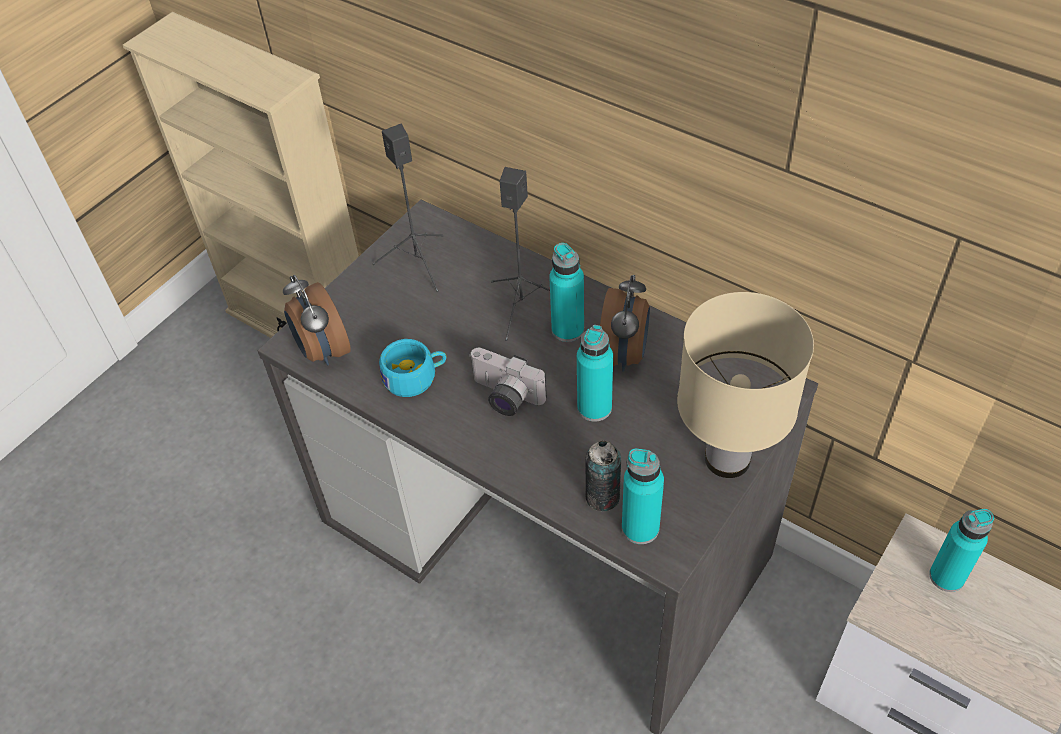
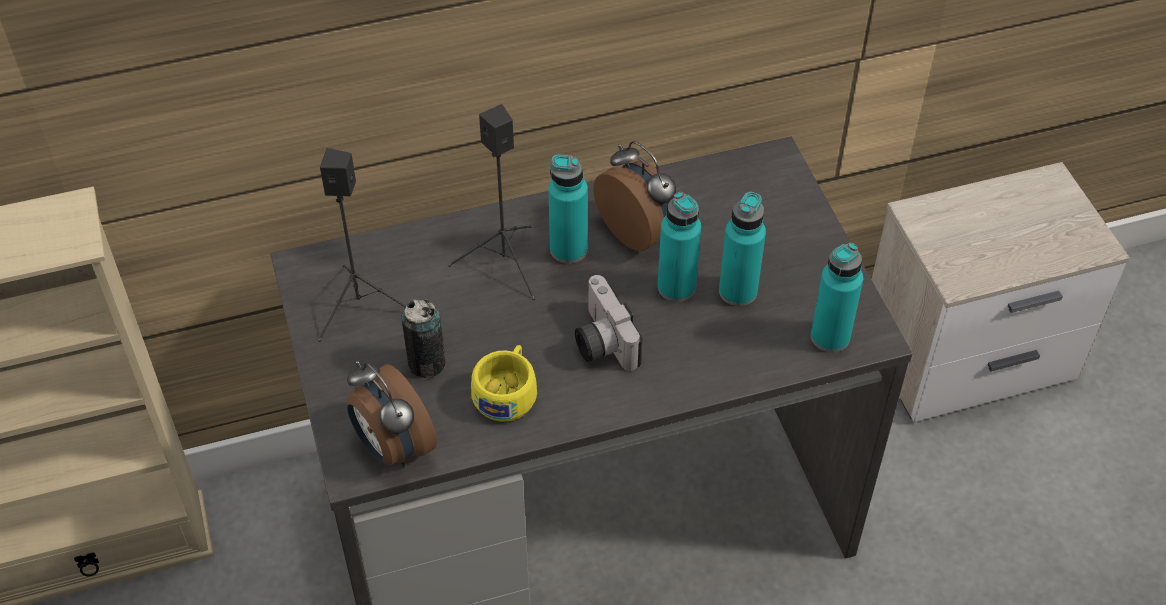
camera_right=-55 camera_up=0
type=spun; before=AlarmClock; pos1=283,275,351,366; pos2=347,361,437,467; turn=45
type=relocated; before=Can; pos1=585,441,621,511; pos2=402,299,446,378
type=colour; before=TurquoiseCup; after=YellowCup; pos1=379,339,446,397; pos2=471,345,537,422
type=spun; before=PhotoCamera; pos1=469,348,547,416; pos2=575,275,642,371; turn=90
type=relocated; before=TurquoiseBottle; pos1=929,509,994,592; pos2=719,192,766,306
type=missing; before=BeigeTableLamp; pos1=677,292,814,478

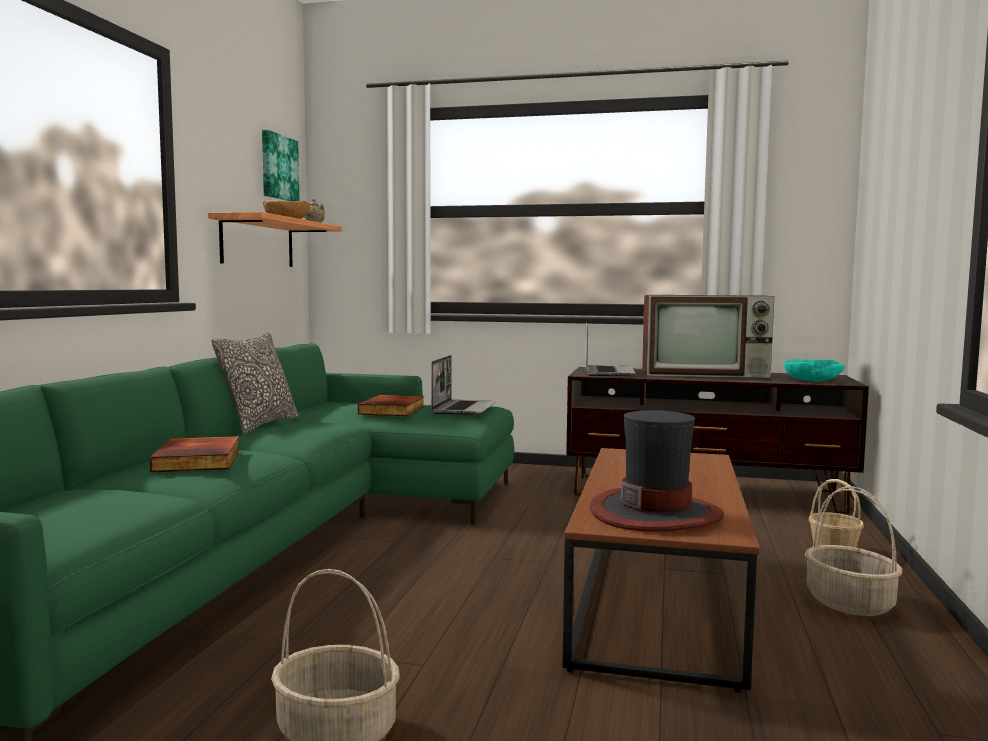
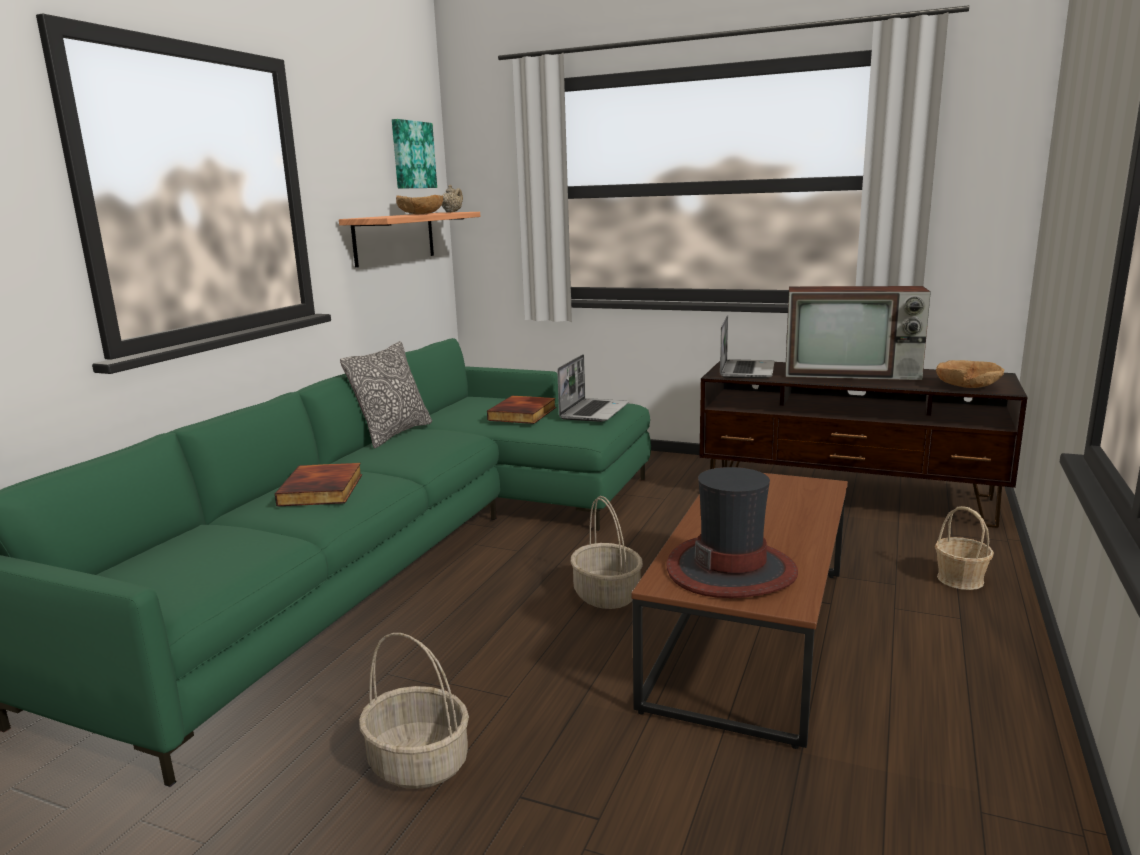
camera_right=10 camera_up=10
type=relocated; before=Basket; pos1=805,486,902,616; pos2=571,496,643,609
type=colour; before=TurquoiseBowl; after=BrownBowl; pos1=784,359,845,382; pos2=936,360,1004,388

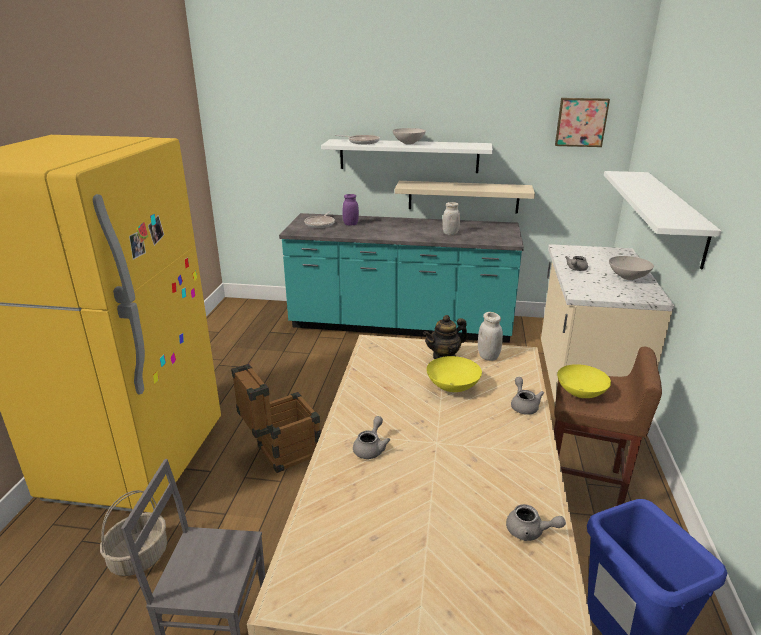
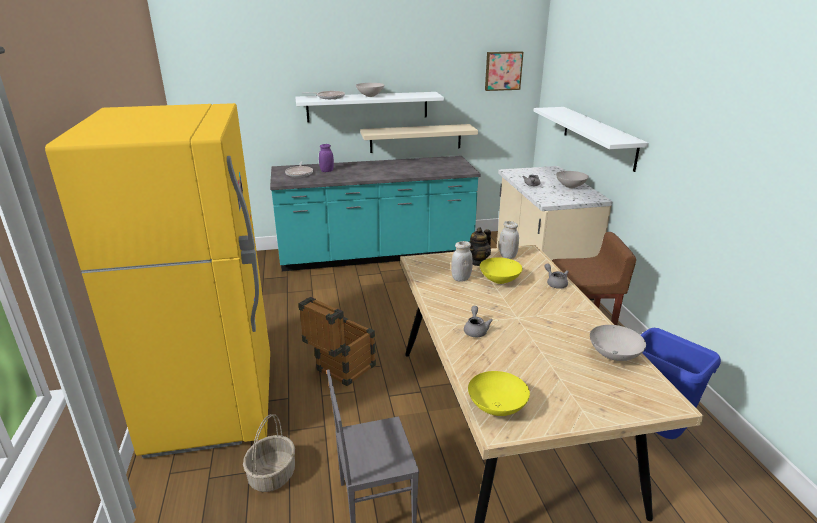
camera_right=-20 camera_up=0
type=relocated; before=WhiteJar; pos1=443,202,460,235; pos2=451,241,473,282
type=relocated; before=YellowBowl; pos1=557,364,611,398; pos2=468,371,530,416
type=exchanged; before=GreyTeapot; after=WhiteBowl; pos1=506,504,566,541; pos2=590,325,646,361

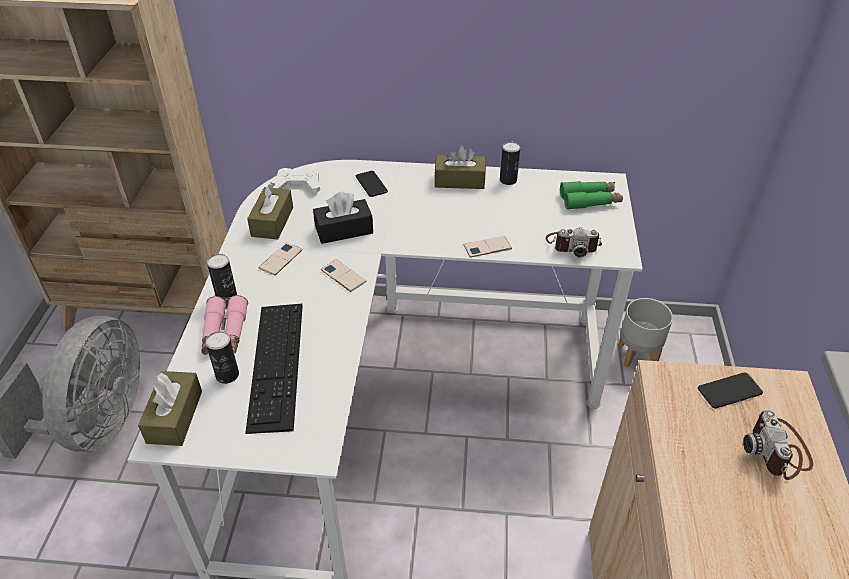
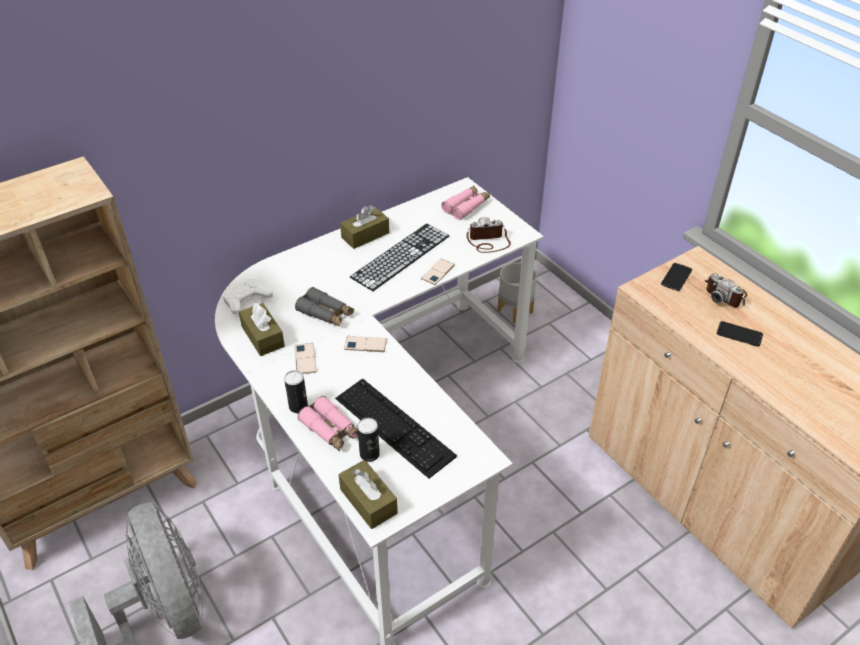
camera_right=-40 camera_up=0
type=exchanged; before=BlackTissueBox; after=GreyBinoculars; pos1=313,192,373,244; pos2=295,287,354,326
type=appeared; after=Keyboard; pos2=350,224,450,291
type=colour; before=GreenBinoculars; after=PinkBinoculars; pos1=560,181,623,210; pos2=441,186,490,220
type=spun; before=PhotoCamera; pos1=546,227,602,257; pos2=466,217,511,253; turn=-150
type=relocated; before=Phone; pos1=356,171,388,197; pos2=717,321,763,347
type=missing; before=Can; pos1=500,142,520,185

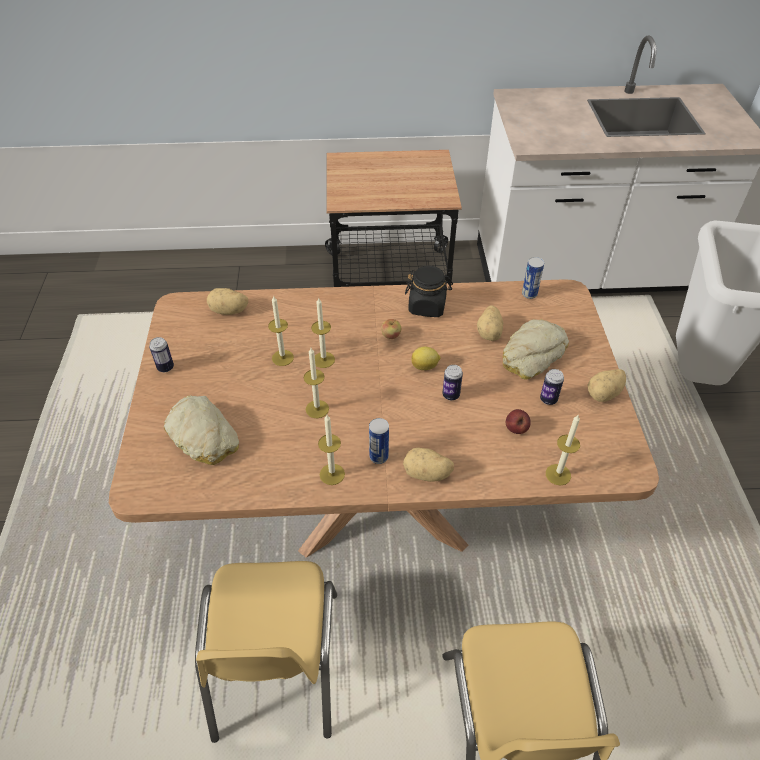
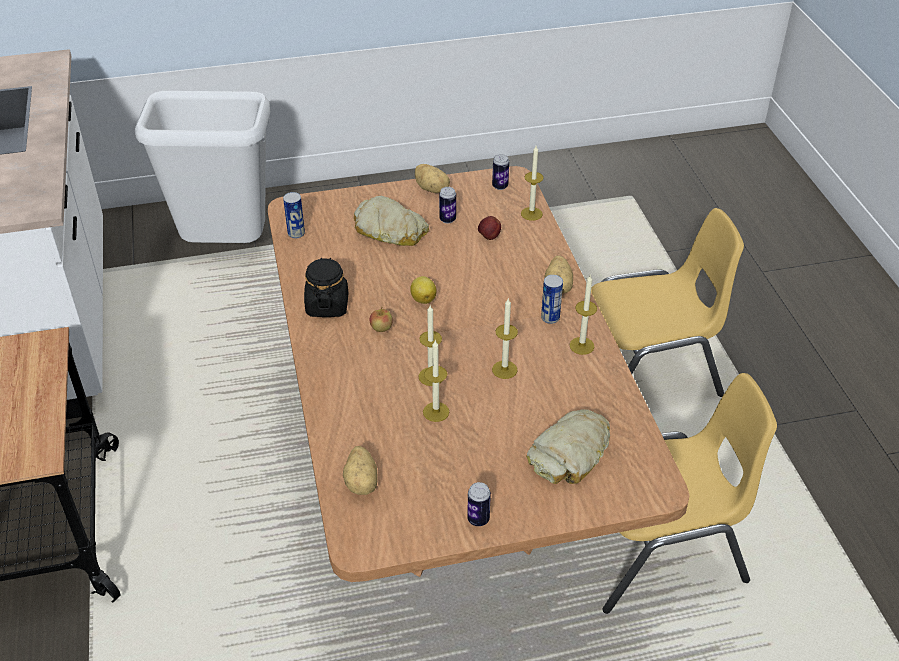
camera_right=-100 camera_up=-5
type=relocated; before=Can; pos1=442,365,463,400; pos2=492,154,509,190
type=missing; before=Potato; pos1=477,306,503,341

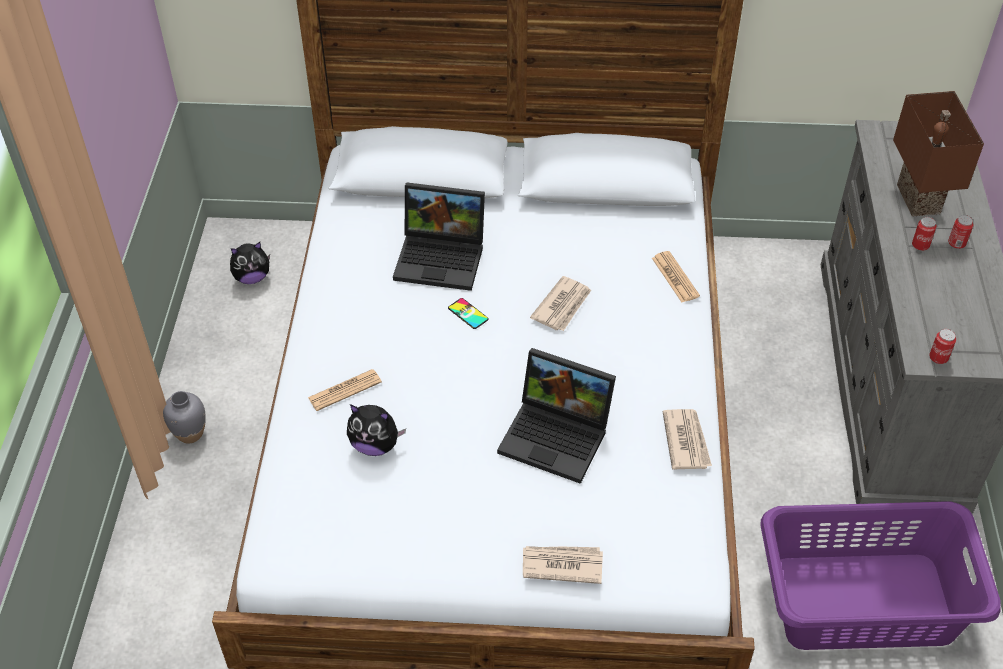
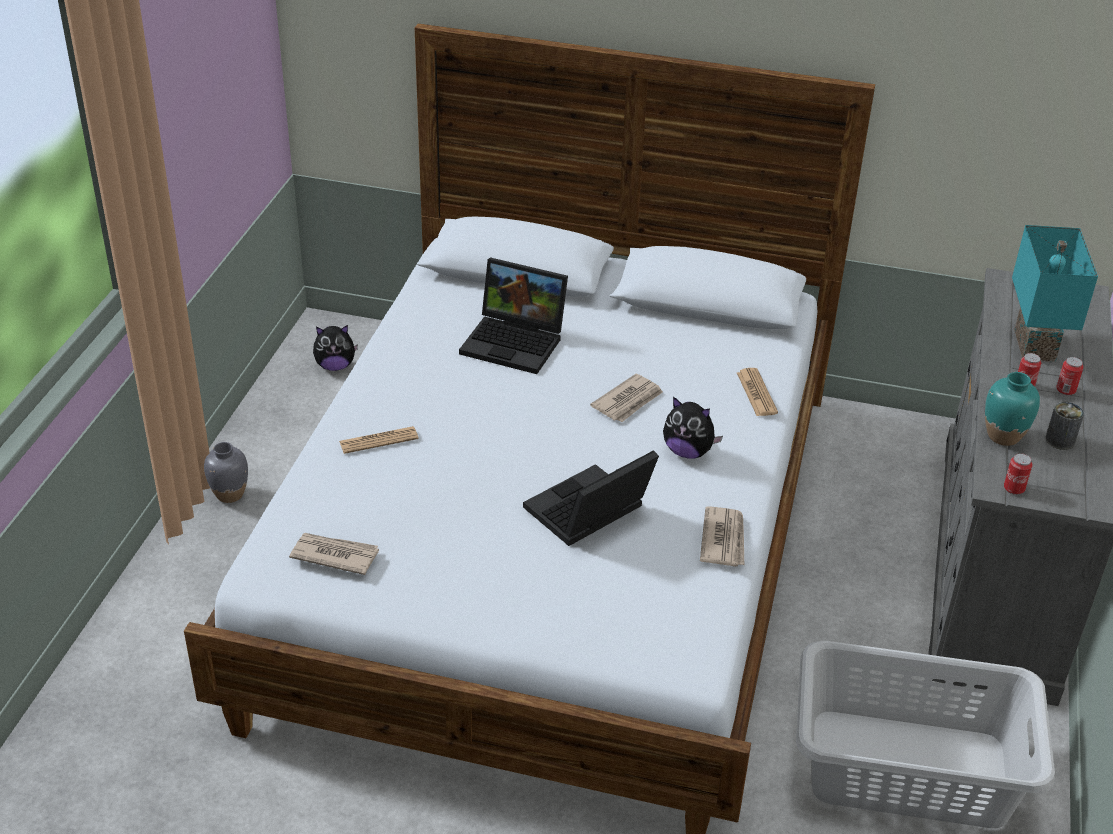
camera_right=10 camera_up=-10
type=relocated; before=Newspaper; pos1=523,546,603,584; pos2=289,533,379,575
type=spun; before=Laptop; pos1=497,348,616,484; pos2=523,450,659,546; turn=105
type=relocated; before=PlushToy; pos1=347,404,406,456; pos2=663,397,723,458
type=colour; before=PurpleLaundryBasket; after=GreyLaundryBasket; pos1=760,501,1001,650; pos2=796,640,1055,828
type=appeared; after=TurquoiseVase; pos2=985,372,1040,446
type=colour; before=BrownTableLamp; after=TurquoiseTableLamp; pos1=893,91,984,216; pos2=1012,225,1098,362
type=appeared; after=Can; pos2=1046,402,1084,450
type=missing; before=Phone; pos1=448,298,489,329

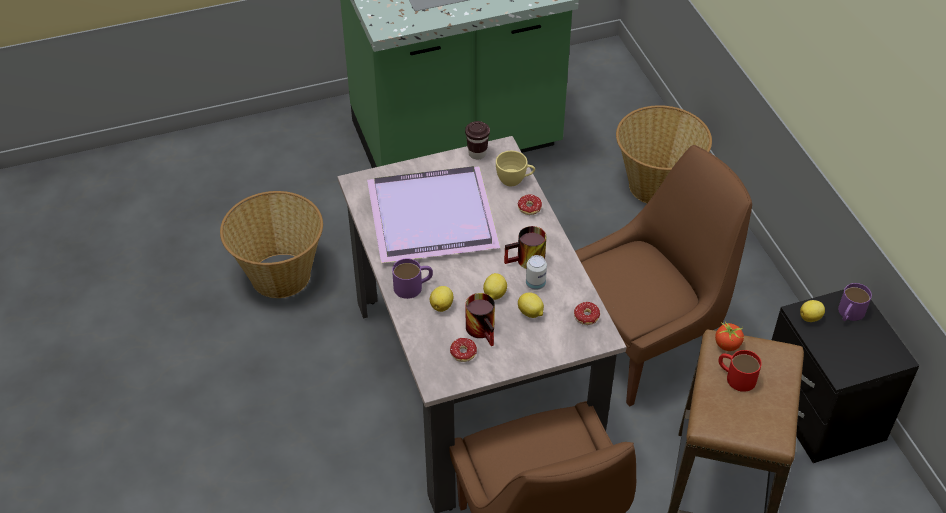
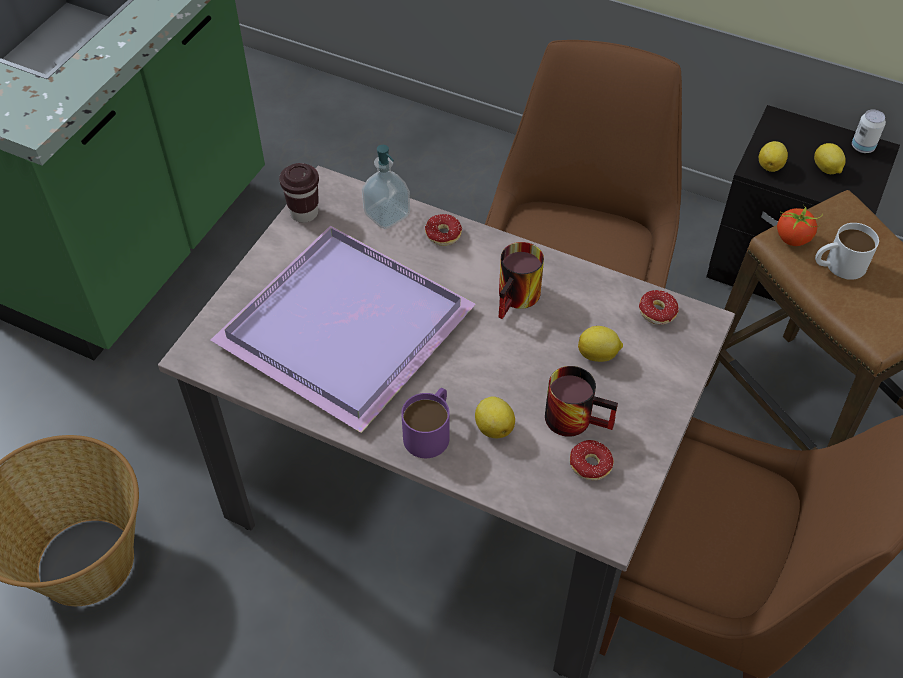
camera_right=-45 camera_up=5
type=exchanged; before=YellowCup; after=SoapDispenser; pos1=496,151,535,186; pos2=362,145,410,229
type=relocated; before=Lemon; pos1=483,273,507,300; pos2=814,143,846,174
type=colour; before=RedMug; after=WhiteMug; pos1=718,350,762,392; pos2=815,223,879,280
type=relocated; before=Can; pos1=526,255,547,290; pos2=852,109,886,153
type=missing; before=Basket; pos1=616,105,712,203
type=missing; before=PurpleMug; pos1=838,283,872,321

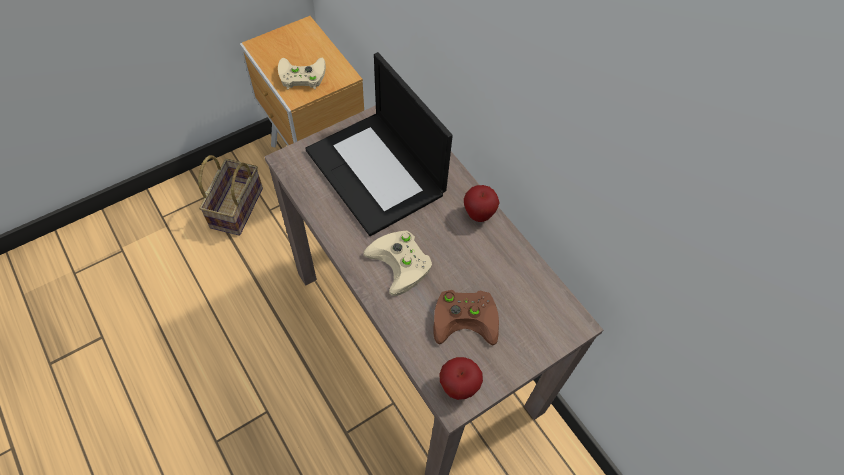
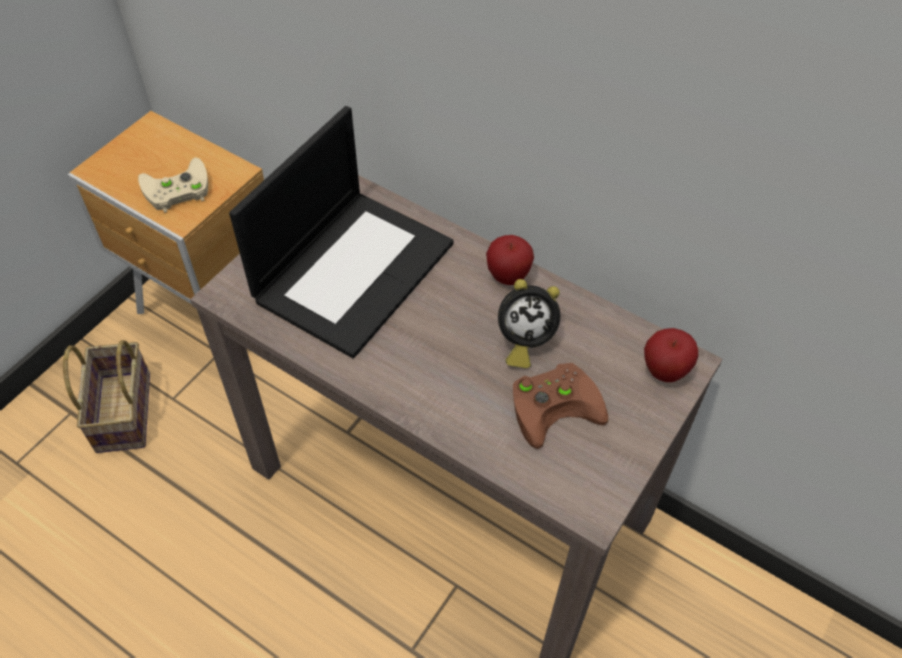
camera_right=-20 camera_up=-5
type=spun; before=Laptop; pos1=305,52,453,236; pos2=229,106,453,359; turn=-90
type=appeared; after=AlarmClock; pos2=498,279,560,368
type=relocated; before=Apple; pos1=440,357,483,400; pos2=644,328,699,382
type=missing; before=BeigeGameController; pos1=364,231,432,296

